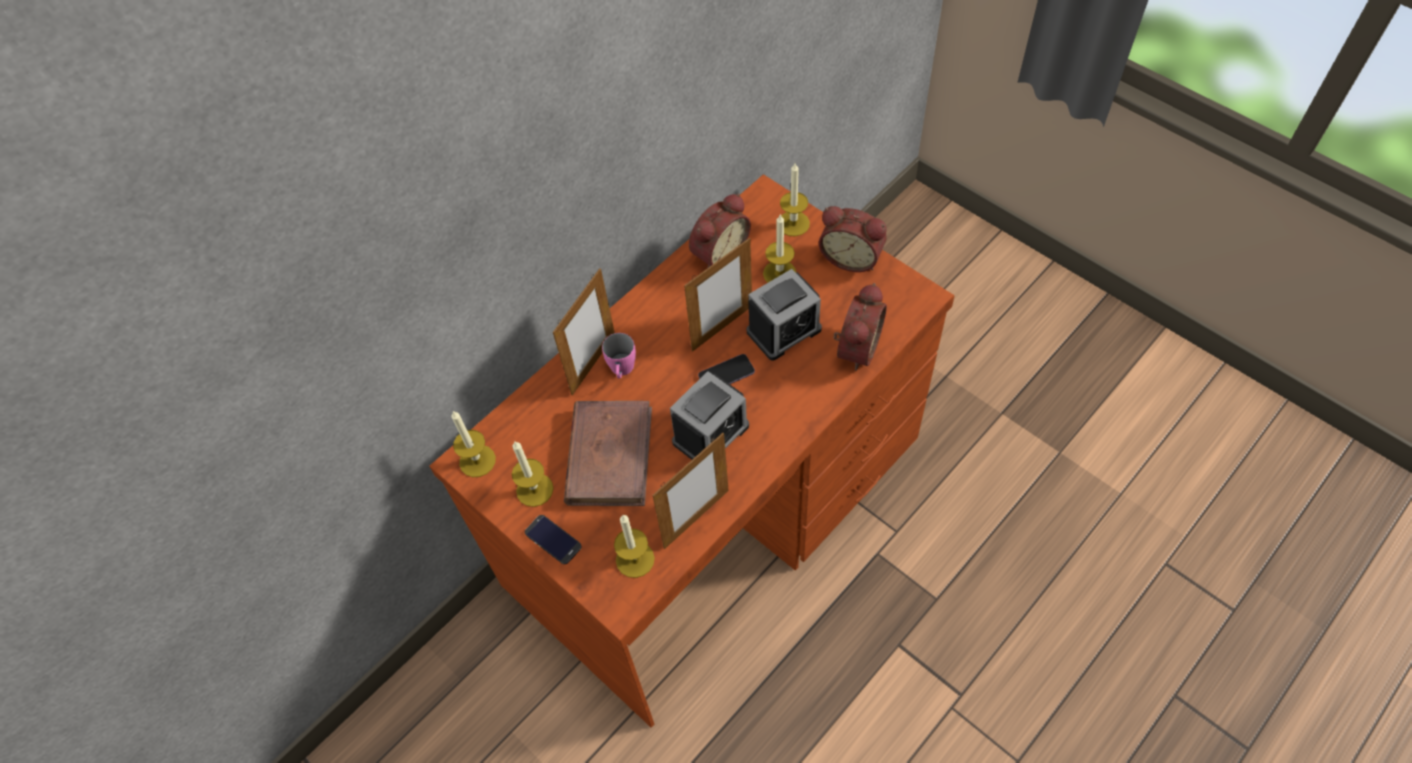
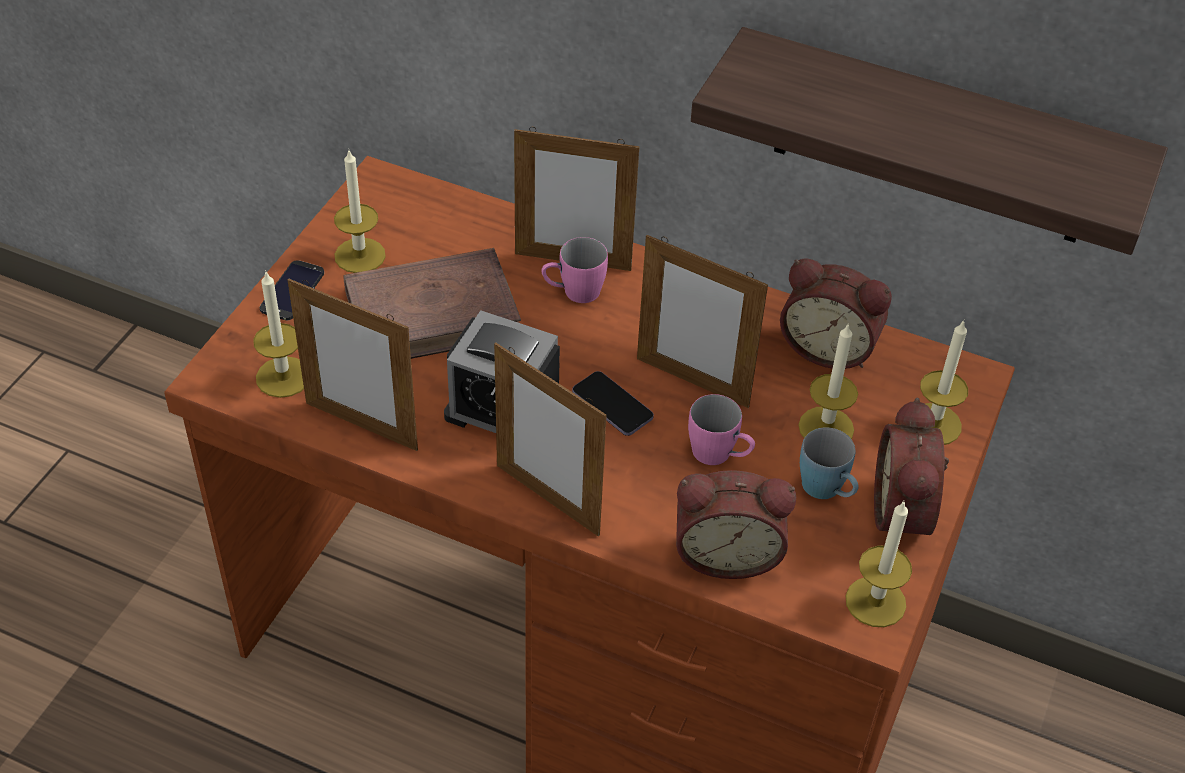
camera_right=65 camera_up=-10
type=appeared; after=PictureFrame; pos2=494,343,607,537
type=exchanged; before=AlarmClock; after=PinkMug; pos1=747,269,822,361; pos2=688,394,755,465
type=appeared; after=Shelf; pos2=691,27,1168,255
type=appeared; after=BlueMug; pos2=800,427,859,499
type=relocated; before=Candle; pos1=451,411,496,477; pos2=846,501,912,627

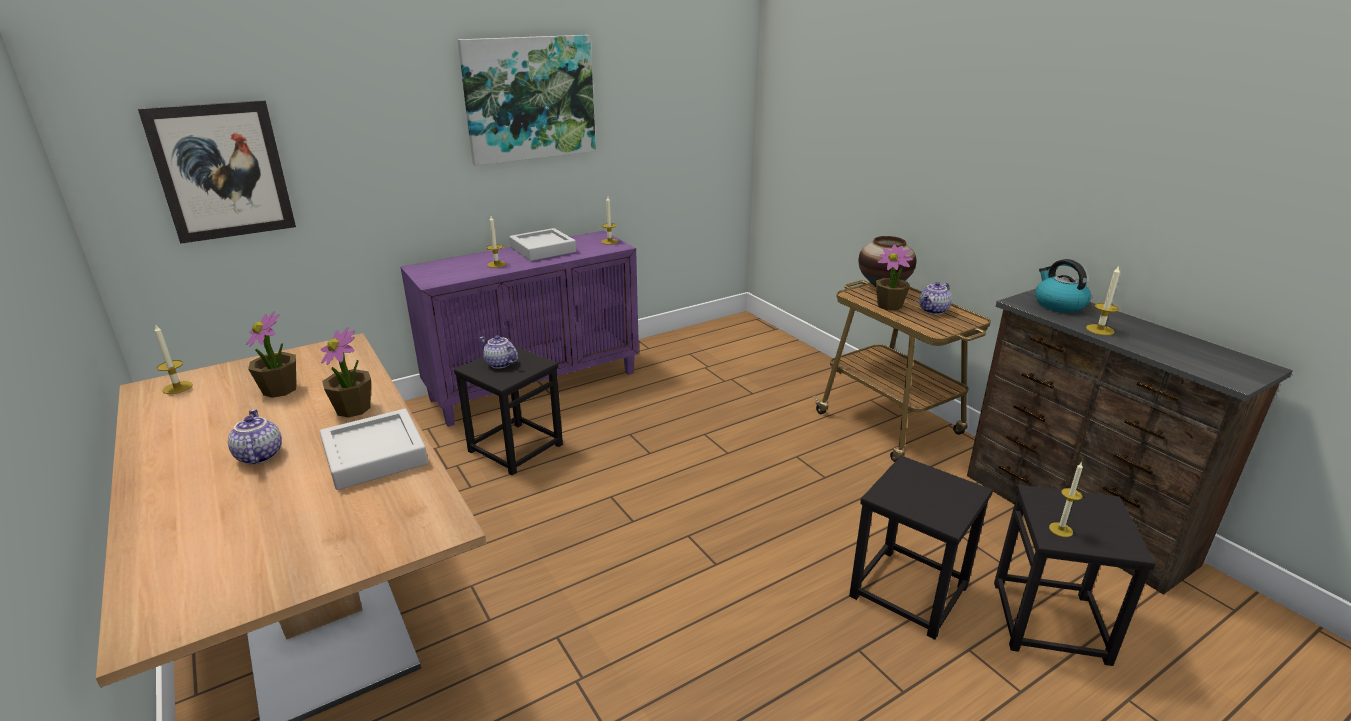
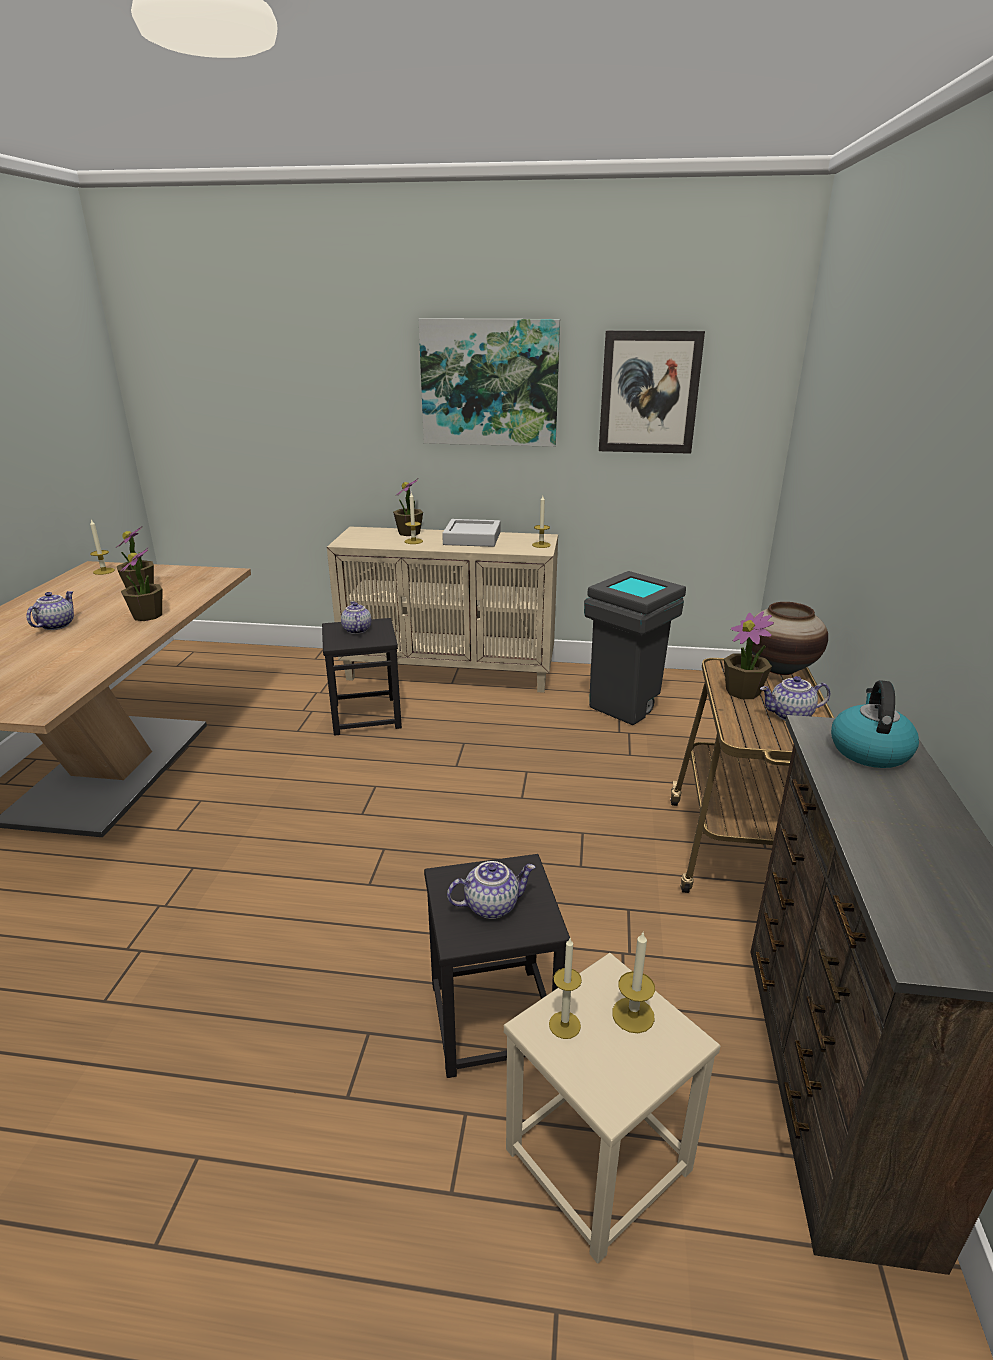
camera_right=40 camera_up=0
type=colour; before=PurpleCabinet; after=BeigeCabinet; pos1=401,231,639,427; pos2=327,526,558,693
type=appeared; after=PottedPlant; pos2=393,479,423,536
type=appeared; after=Teapot; pos2=447,861,536,919
type=colour; before=BlackStool; after=BeigeStool; pos1=994,485,1155,666; pos2=504,953,720,1263
type=appeared; after=GreyTrashCan; pos2=584,571,686,725
type=relocated; before=Picture; pos1=138,100,296,244; pos2=599,330,705,454
type=relocated; before=Candle; pos1=1086,266,1120,335; pos2=612,931,655,1033
type=missing; before=GreyTray; pos1=320,409,428,490

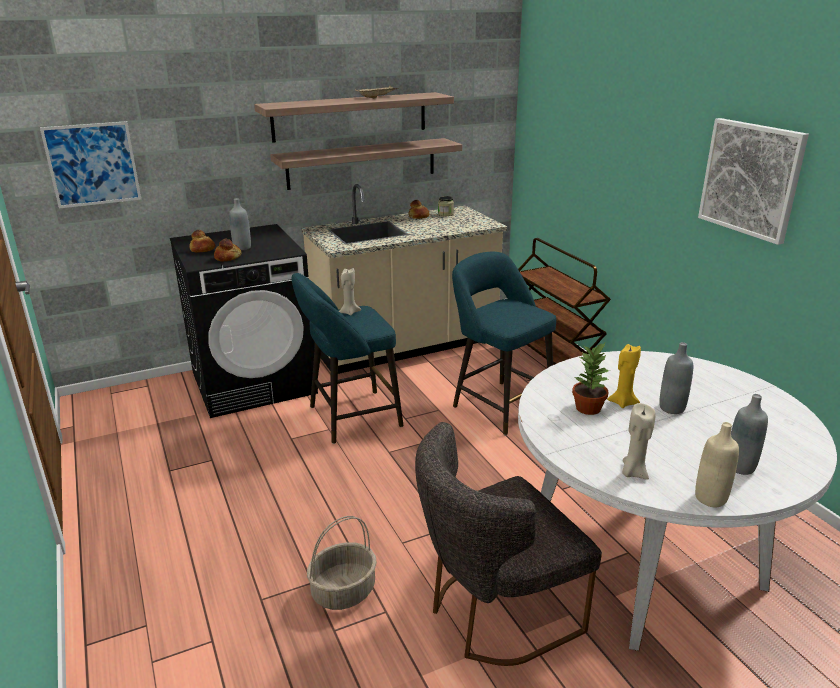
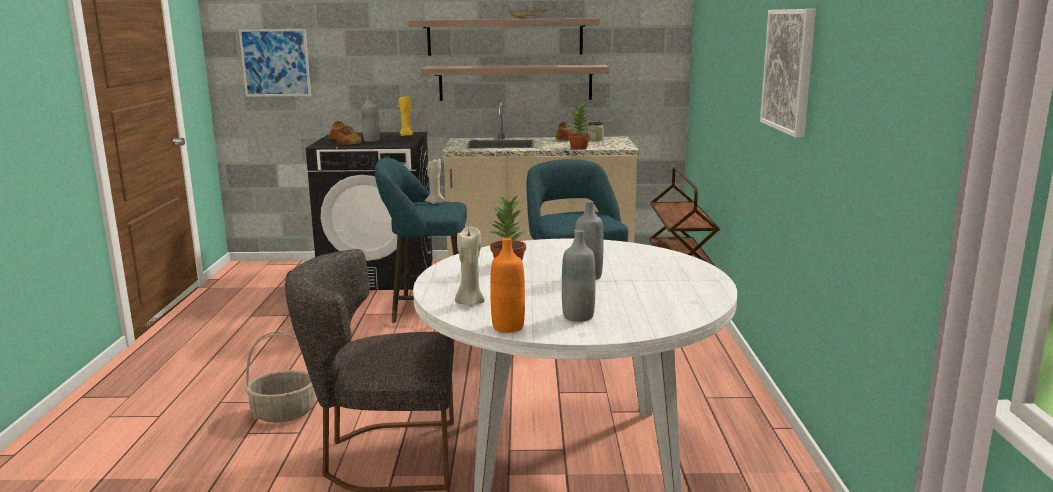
camera_right=25 camera_up=-10
type=relocated; before=YellowCandle; pos1=607,344,641,408; pos2=399,95,413,136
type=colour; before=BeigeBottle; after=OrangeBottle; pos1=695,422,739,508; pos2=490,237,525,333
type=appeared; after=PottedPlant; pos2=568,102,590,150

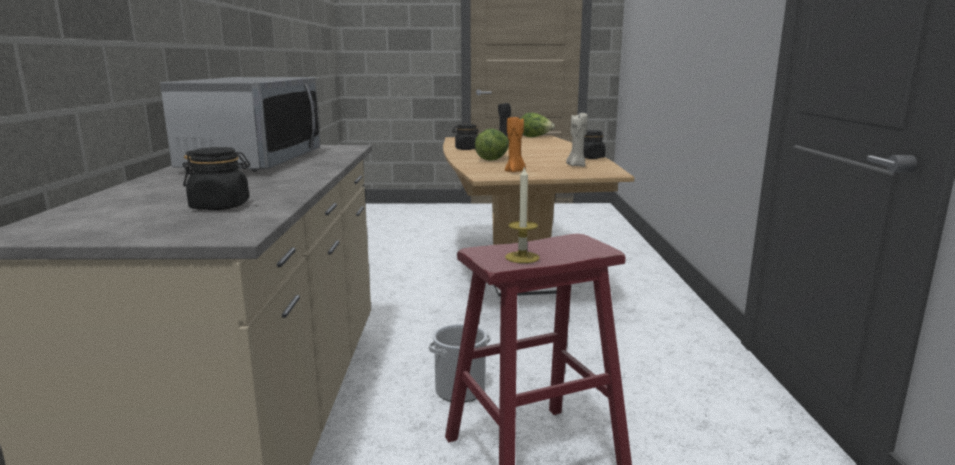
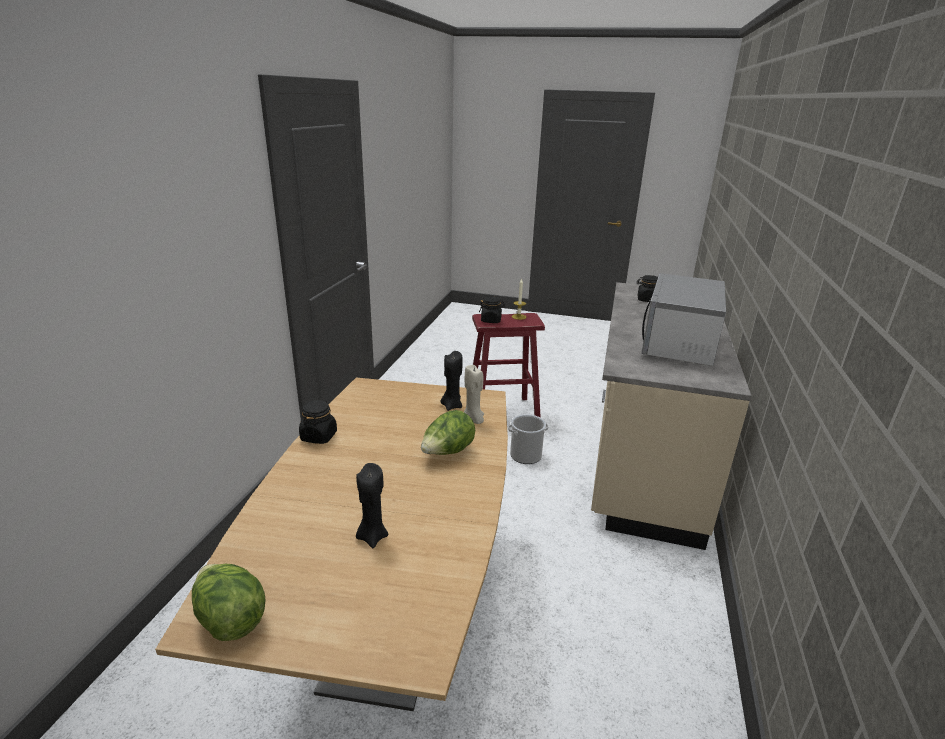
camera_right=-165 camera_up=10
type=colour; before=OrangeCandle; after=BlackCandle; pos1=505,114,526,172; pos2=440,351,463,411
type=relocated; before=BeigeCandle; pos1=566,112,587,167; pos2=464,365,484,424
type=relocated; before=BlackJar; pos1=452,124,479,150; pos2=479,297,505,323

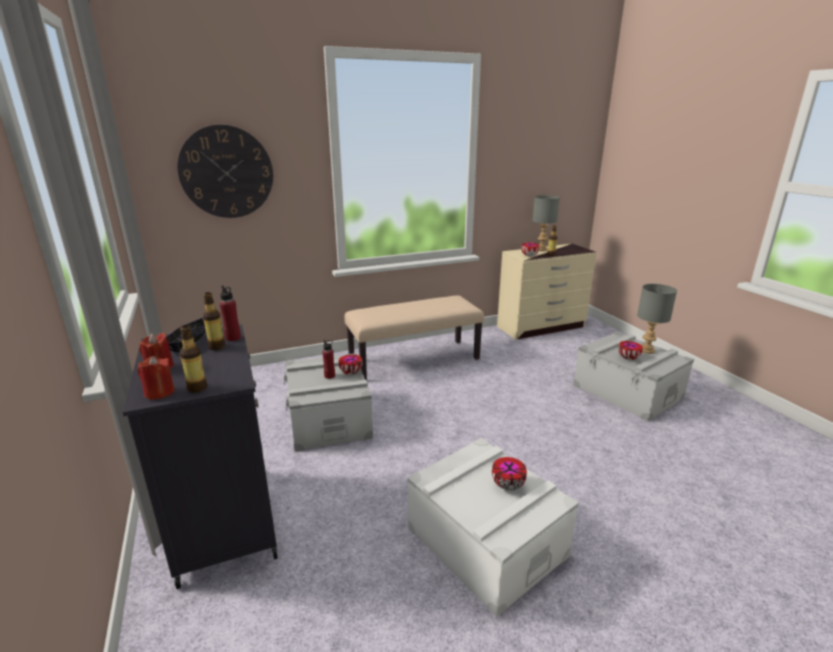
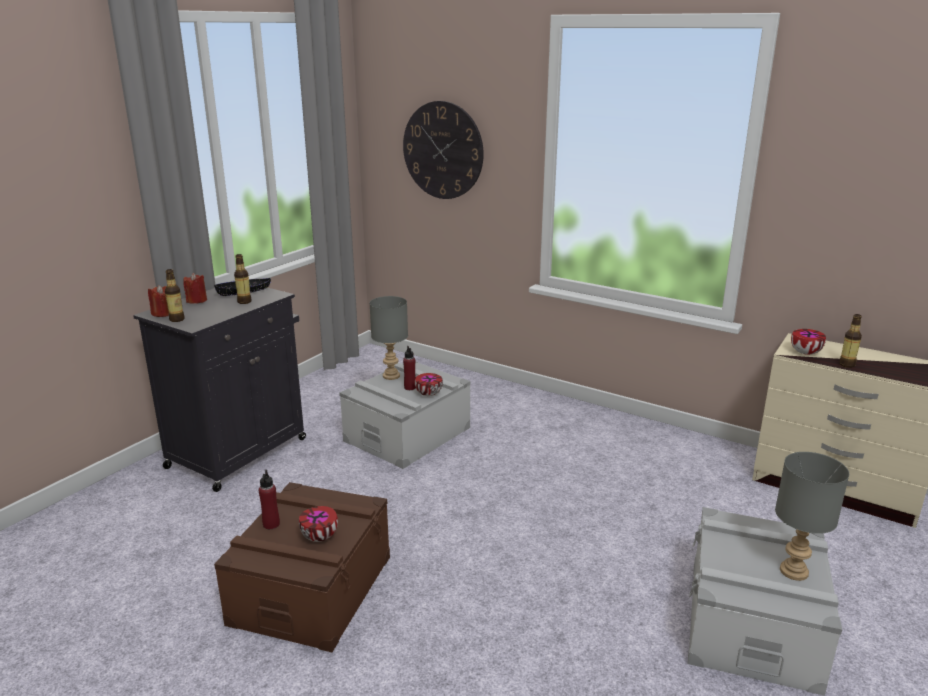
camera_right=55 camera_up=0
type=colour; before=WhiteStorageBox; after=BrownStorageBox; pos1=407,438,579,617; pos2=214,482,390,652
type=relocated; before=RedBottle; pos1=220,285,241,341; pos2=259,470,280,529
type=relocated; before=GreyTableLamp; pos1=532,195,560,251; pos2=370,296,408,380
type=missing; before=BeigeBench; pos1=344,295,484,380
type=missing; before=Bowl; pos1=618,341,643,360

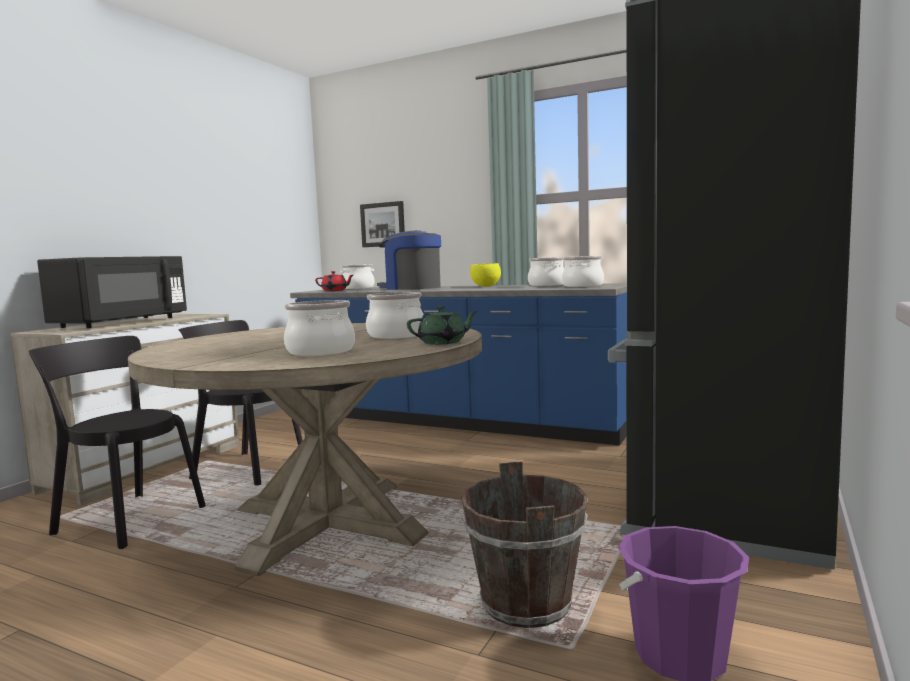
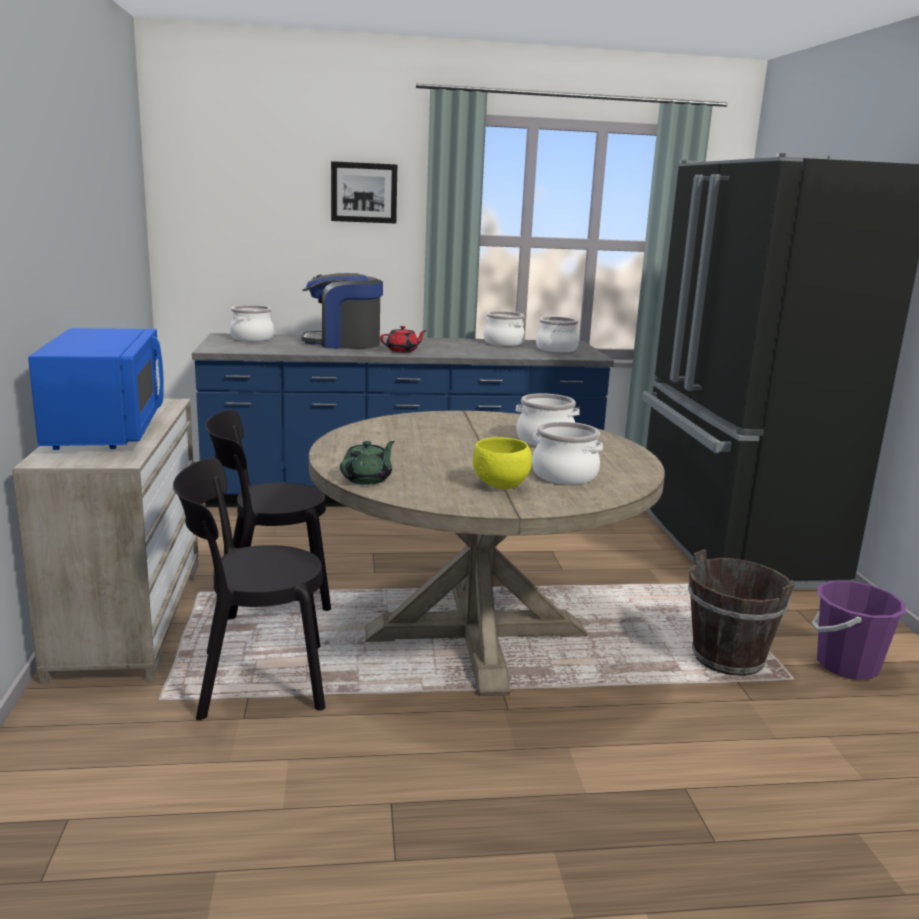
camera_right=-35 camera_up=10
type=colour; before=BlackMicrowave; after=BlueMicrowave; pos1=37,256,187,328; pos2=28,328,164,450
type=relocated; before=Picture; pos1=360,201,405,247; pos2=331,161,397,224
type=relocated; before=GreenTeapot; pos1=407,306,478,345; pos2=340,441,395,485
type=relocated; before=RedTeapot; pos1=315,271,353,291; pos2=380,326,427,352
type=relocated; before=YellowBowl; pos1=470,263,501,287; pos2=473,437,532,489

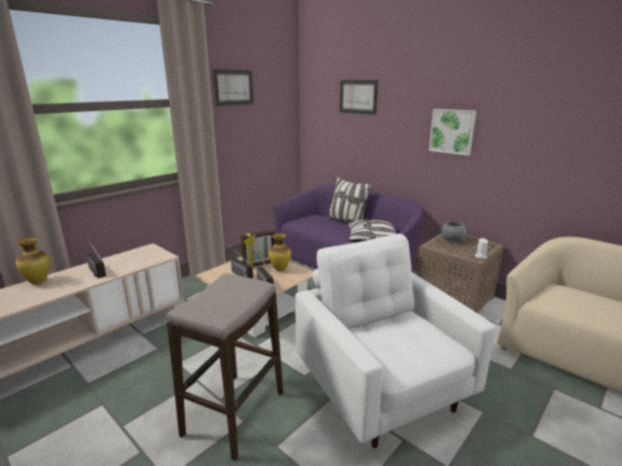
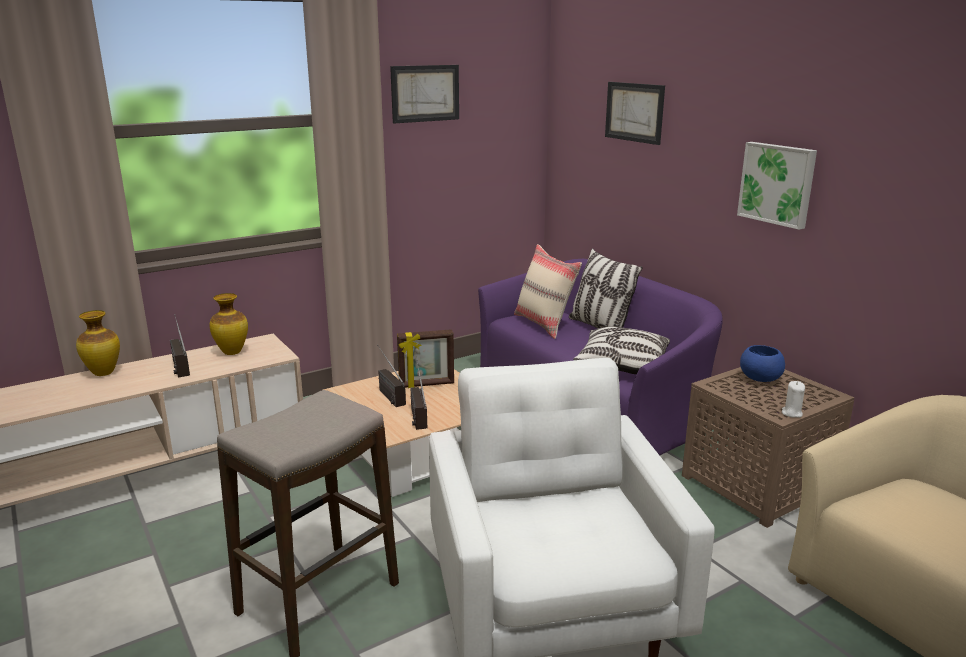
camera_right=15 camera_up=0
type=relocated; before=Vase; pos1=268,233,291,271; pos2=210,293,248,355
type=appeared; after=BeigePillow; pos2=514,244,582,339
type=colour; before=GreyBowl; after=BlueBowl; pos1=441,222,467,242; pos2=740,345,785,382

